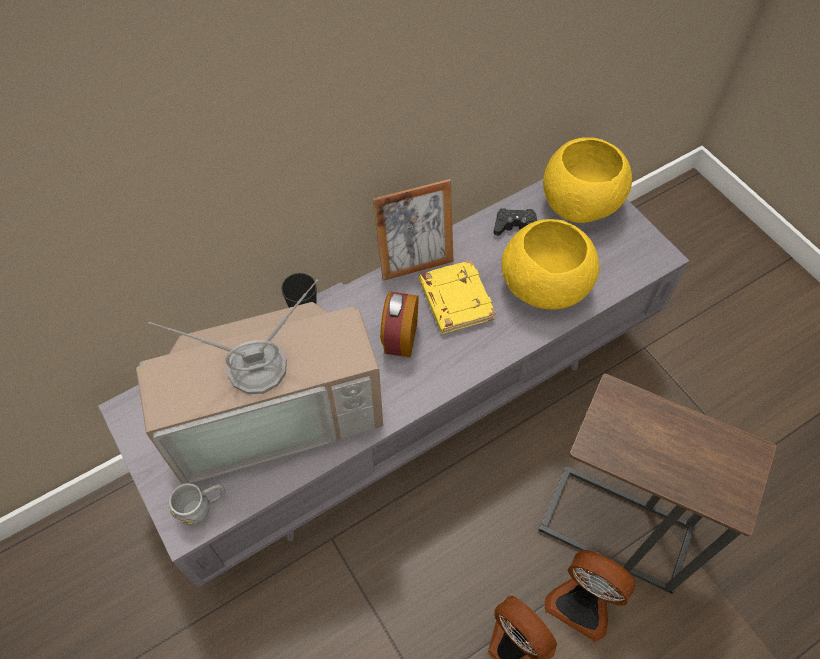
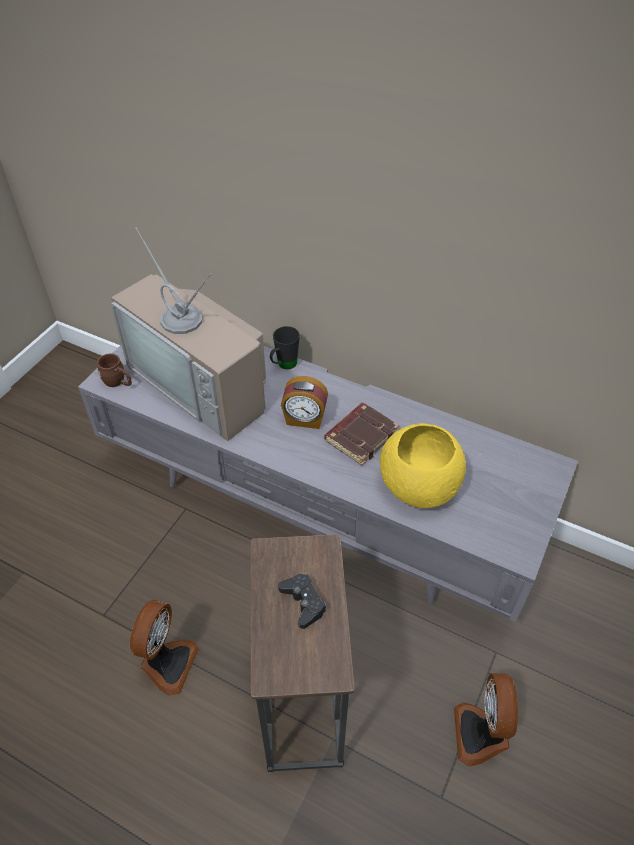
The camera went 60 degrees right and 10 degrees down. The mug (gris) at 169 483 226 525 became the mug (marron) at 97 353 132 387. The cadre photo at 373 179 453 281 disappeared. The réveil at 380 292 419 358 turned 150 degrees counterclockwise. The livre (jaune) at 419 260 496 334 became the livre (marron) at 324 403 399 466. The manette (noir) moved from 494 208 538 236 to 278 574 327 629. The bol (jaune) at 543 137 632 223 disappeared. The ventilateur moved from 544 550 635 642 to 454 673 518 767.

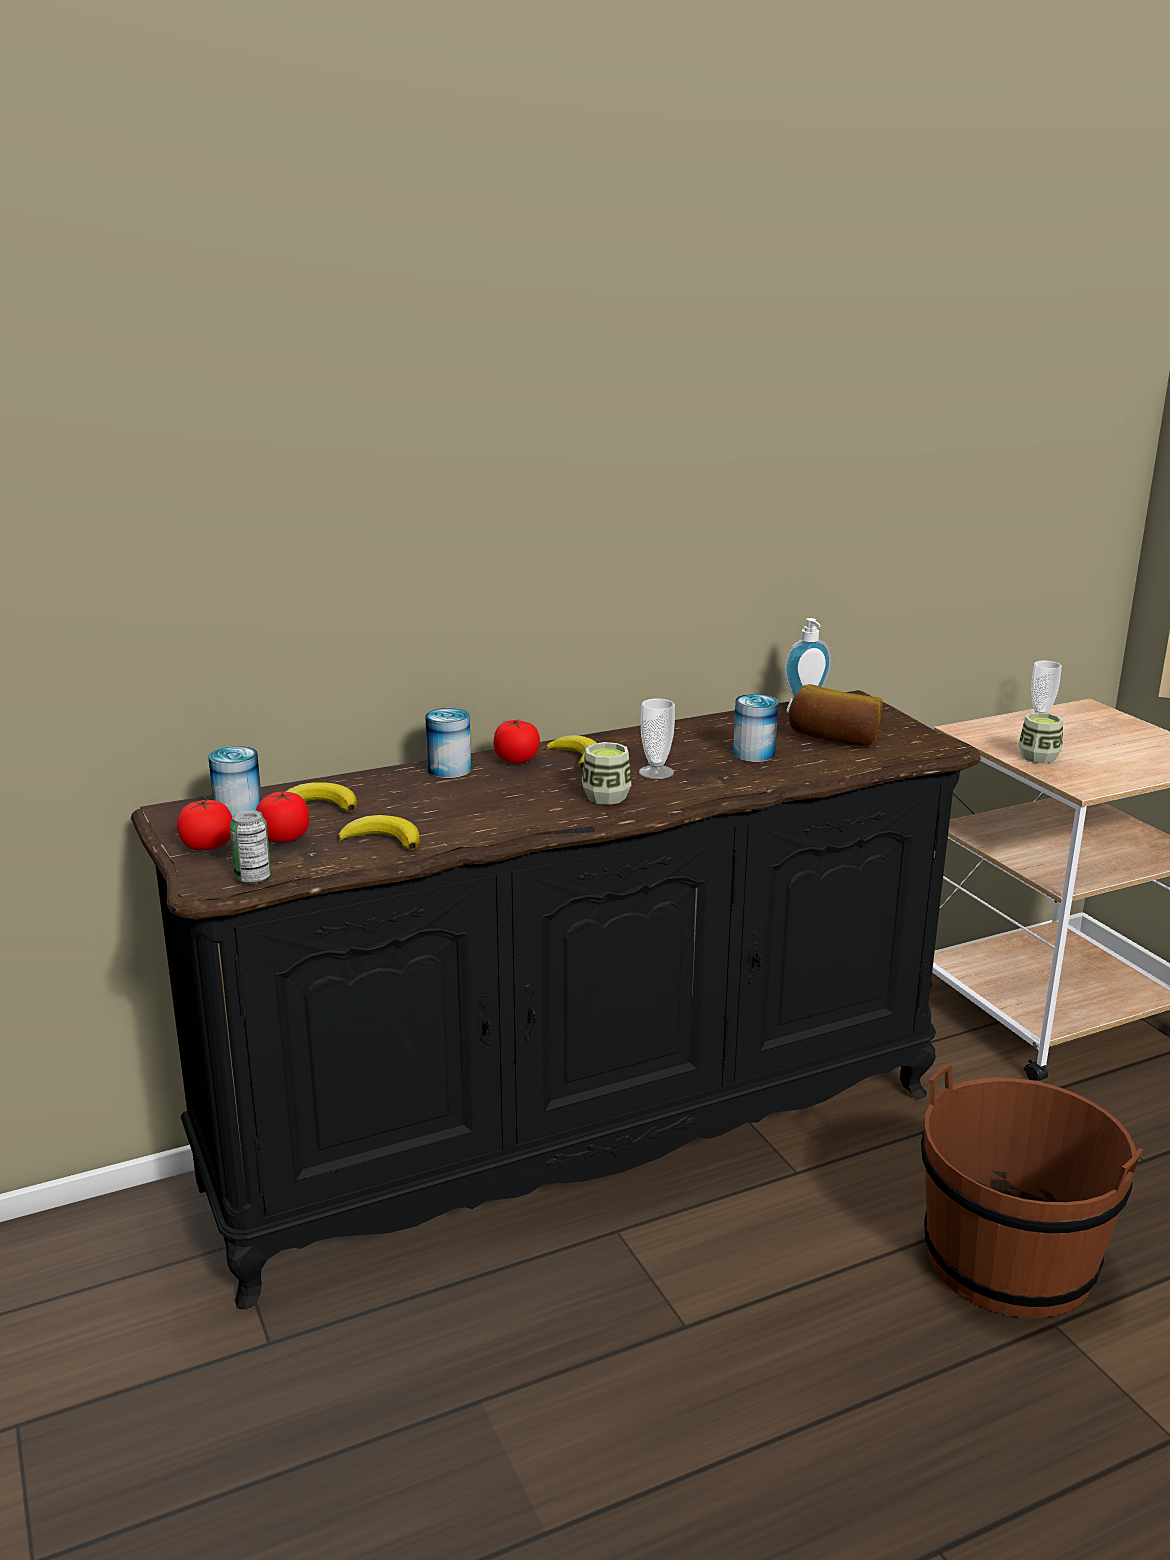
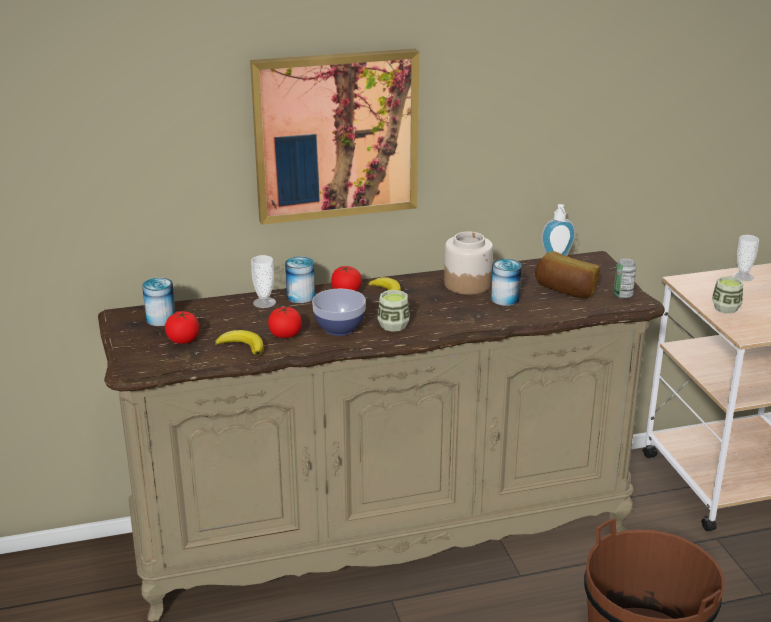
The camera went 10 degrees right and 5 degrees up. The meuble de rangement (noir) at 131 690 981 1309 became the meuble de rangement (beige) at 98 251 665 622. The tomate moved from 177 798 232 850 to 268 306 302 338. The boîte métallique moved from 229 810 271 884 to 613 259 636 299. The banane at 285 782 357 812 disappeared. The tasse moved from 639 698 675 779 to 251 255 276 308. The tableau at 250 49 419 225 appeared. The bol at 312 289 366 336 appeared. The bocal at 444 231 493 295 appeared.

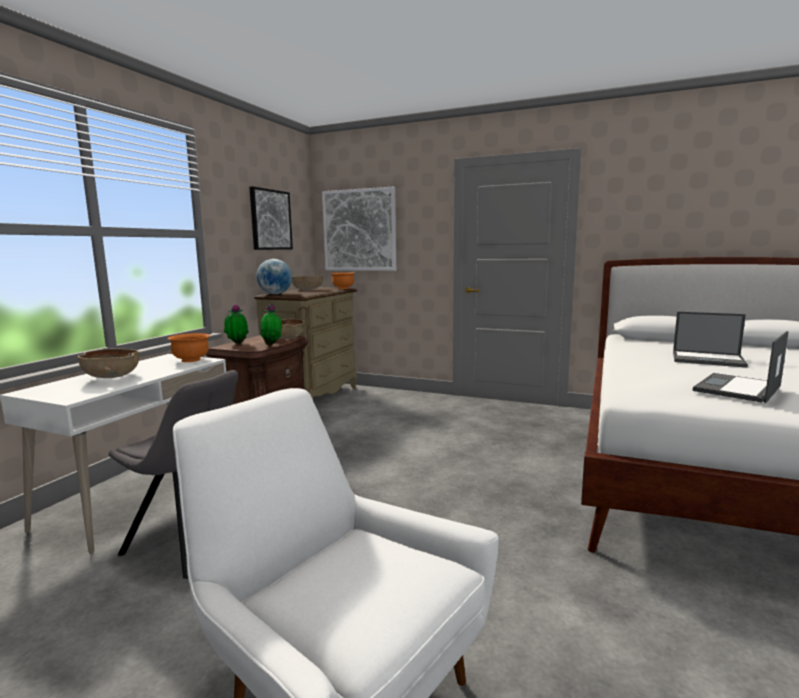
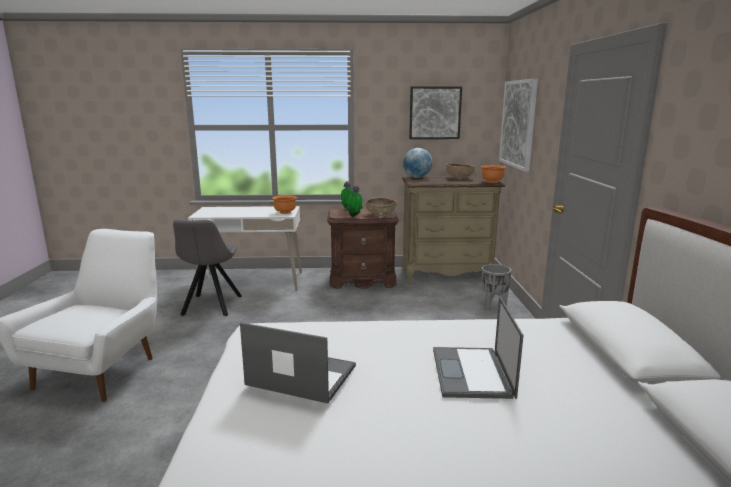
The camera went 65 degrees right and 5 degrees up. The bol (marron) at 77 348 140 378 disappeared. The cache-pot (gris) at 481 264 511 310 appeared.

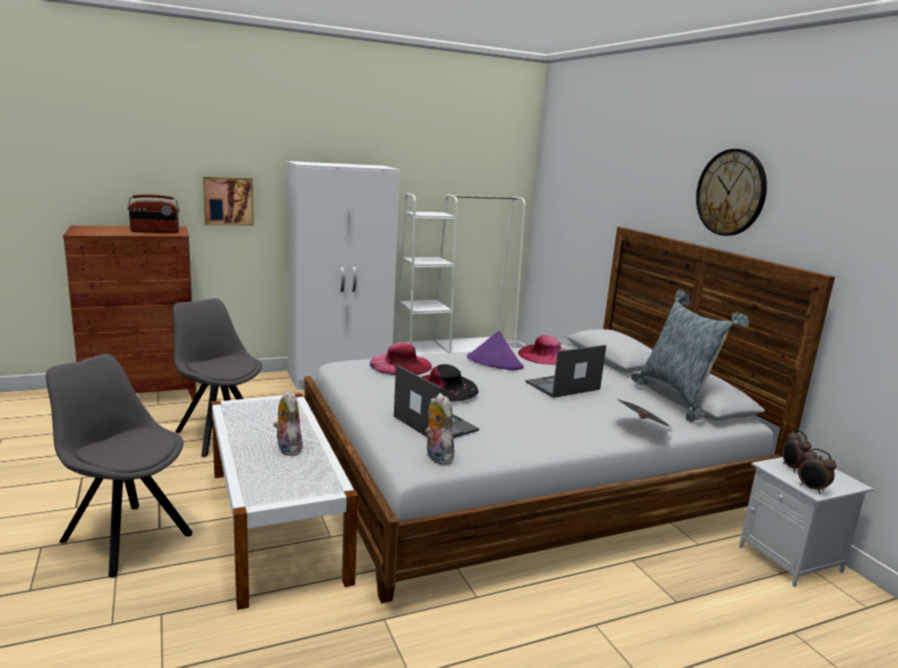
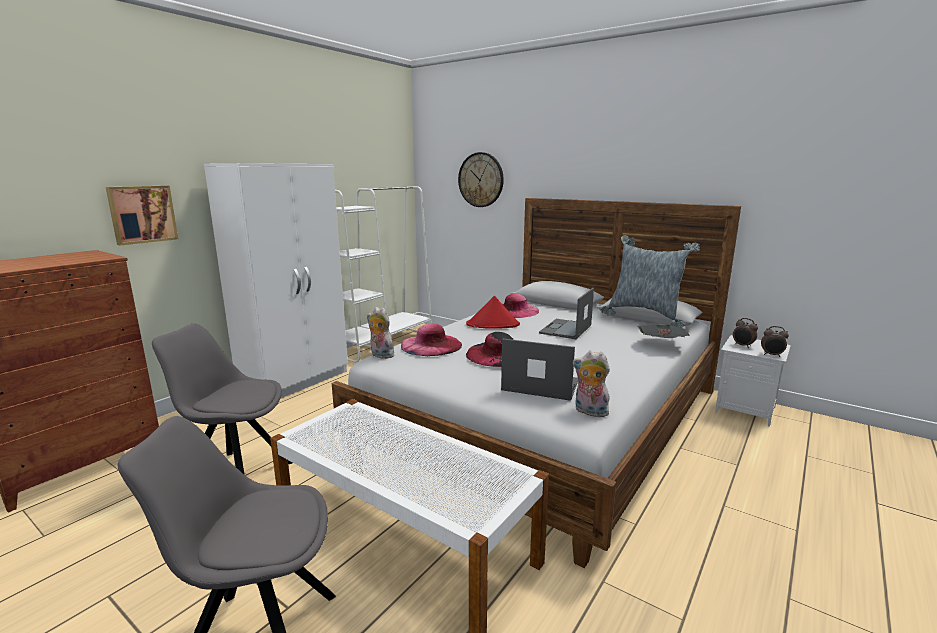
The camera went 30 degrees left and 0 degrees up. The radio at 127 195 180 233 disappeared. The peluche moved from 273 390 302 456 to 367 307 394 359. The chapeau (violet) at 467 331 524 370 became the chapeau (rouge) at 466 296 520 329. The horloge murale moved from 696 149 767 236 to 458 152 504 207.

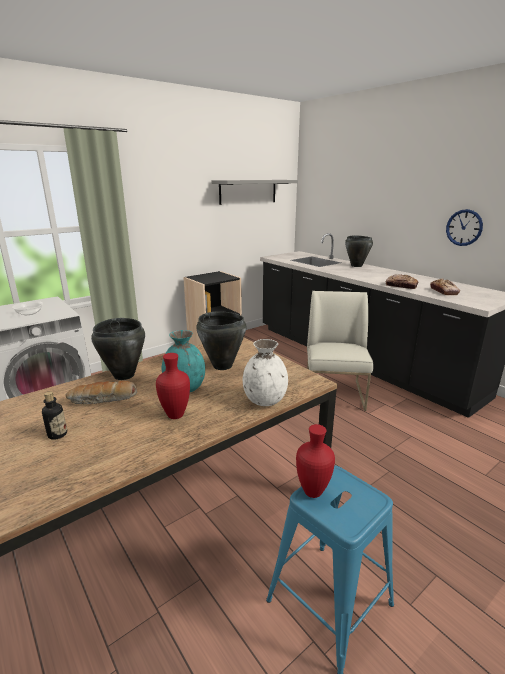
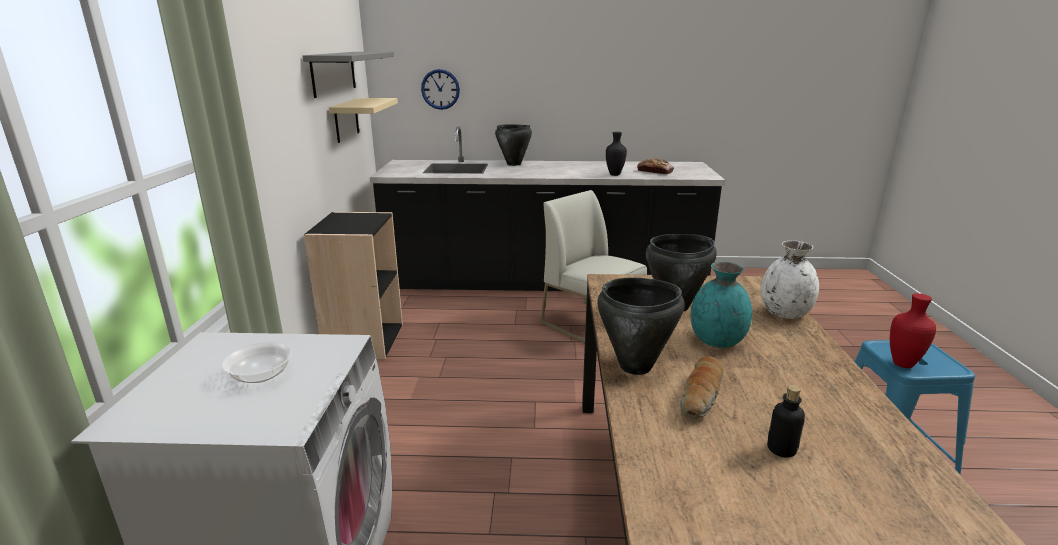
The camera went 50 degrees left and 0 degrees up. The vase (rouge) at 156 353 190 419 disappeared. The pain at 386 274 418 289 was replaced by the vase (noir) at 606 132 627 176. The horloge murale moved from 446 209 483 246 to 421 69 460 110. The étagère (beige) at 329 98 398 143 appeared.

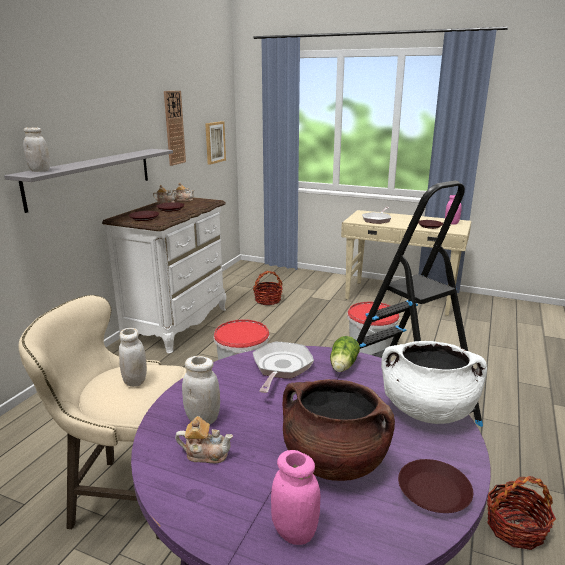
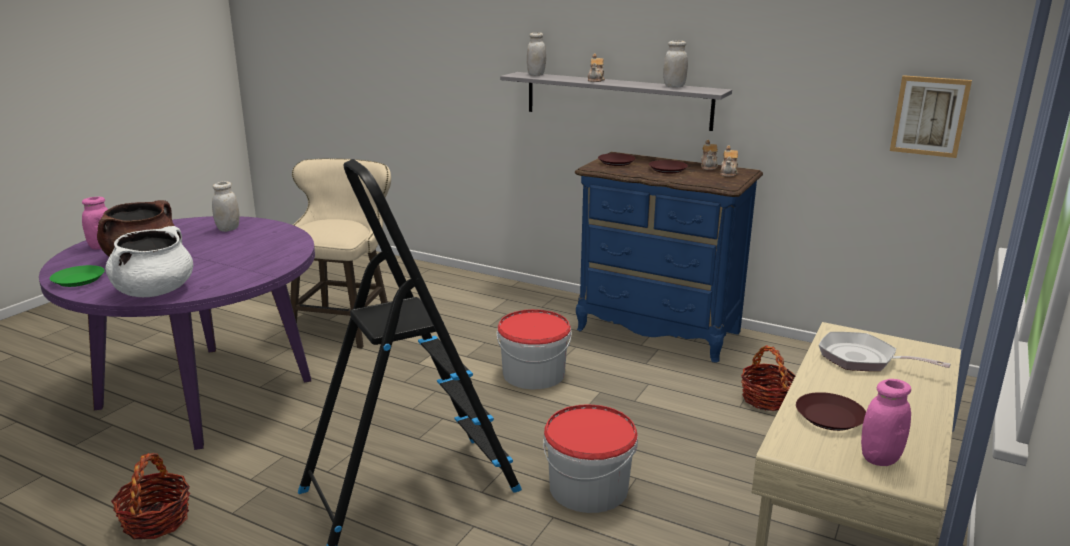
The camera went 95 degrees right and 0 degrees up. The commode (blanc) at 102 197 226 353 became the commode (bleu) at 575 152 763 363. The bocal (blanc) moved from 119 328 147 387 to 663 41 688 87. The horloge murale at 164 91 186 166 disappeared. The théière moved from 175 416 233 463 to 588 54 605 82. The poêle at 253 342 314 393 disappeared. The laitue at 330 336 360 372 disappeared. The assiette (marron) at 398 459 473 513 became the assiette (vert) at 50 265 105 287.

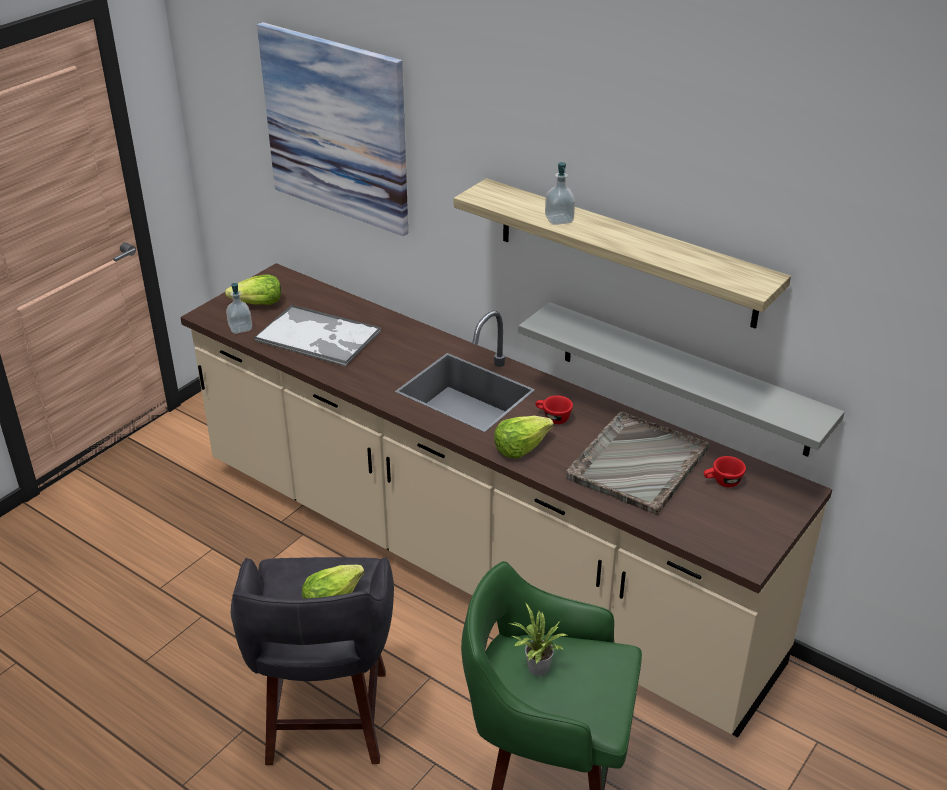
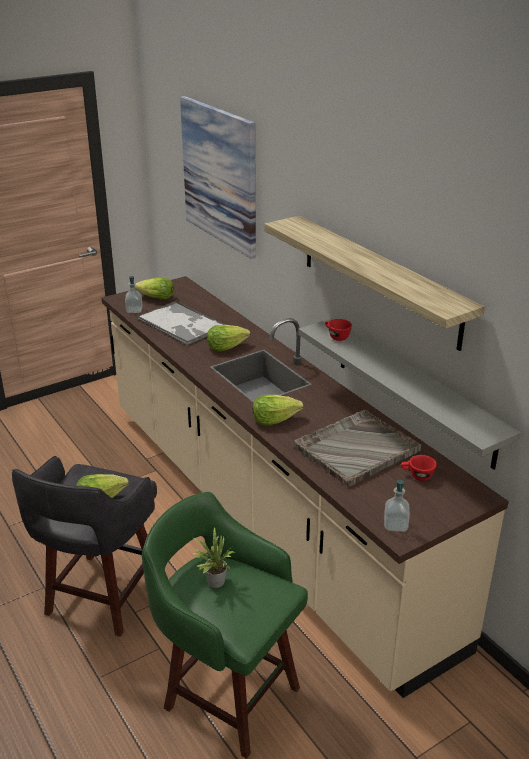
The camera went 20 degrees right and 5 degrees down. The tasse (rouge) moved from 535 396 573 424 to 325 319 352 341. The distributeur de savon moved from 545 162 575 225 to 384 480 410 532. The laitue at 207 325 250 351 appeared.

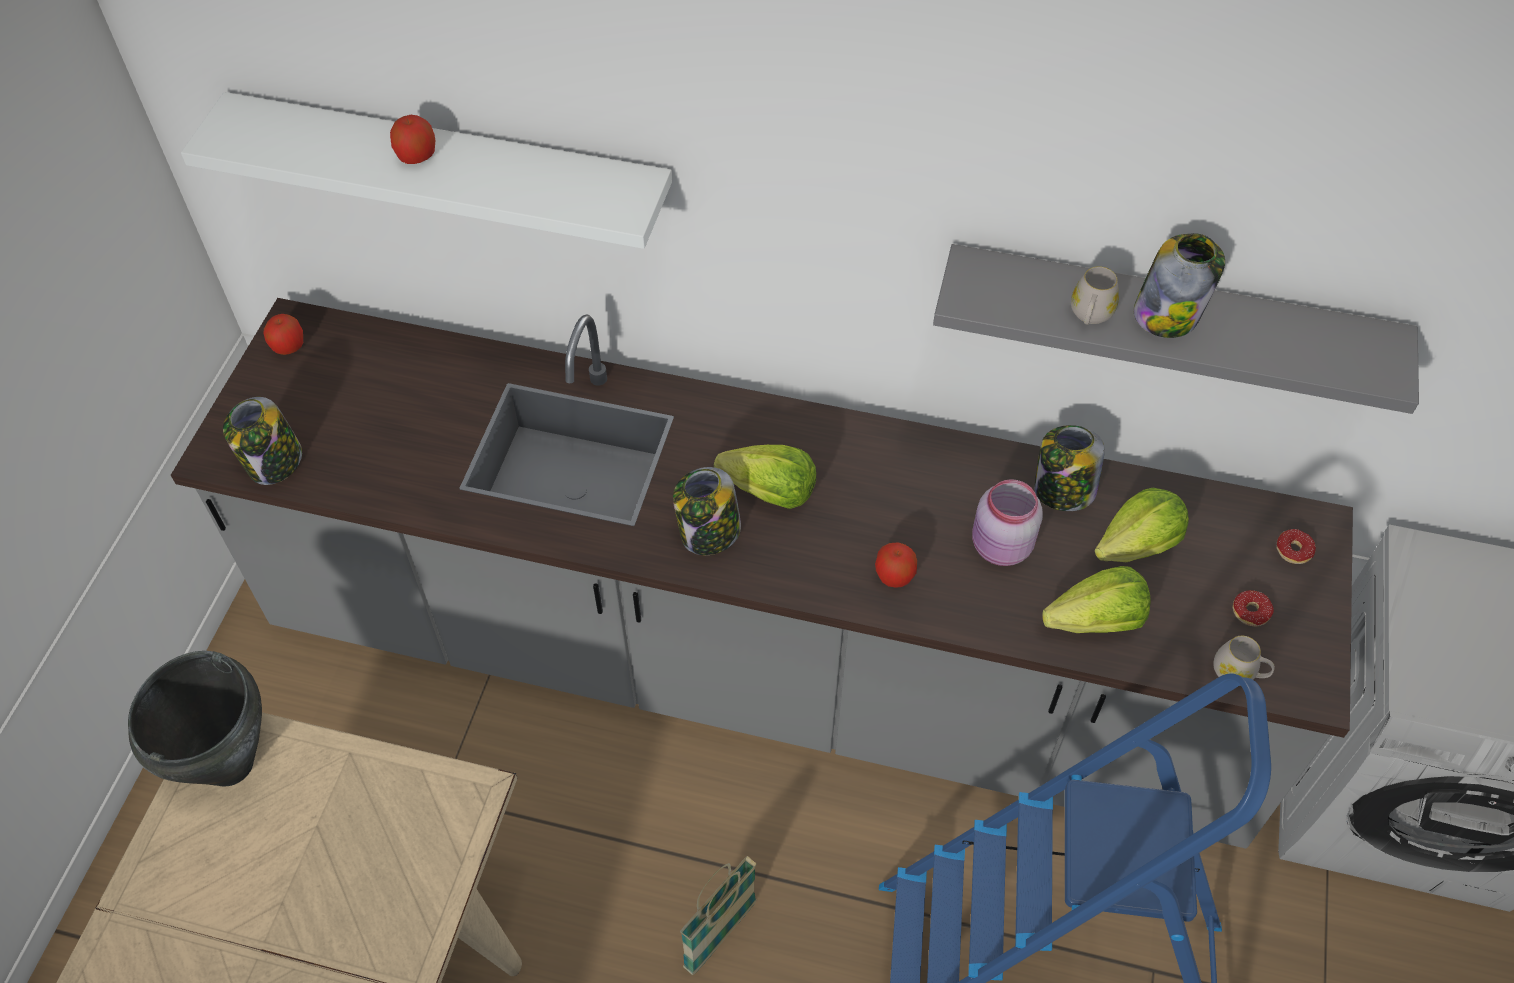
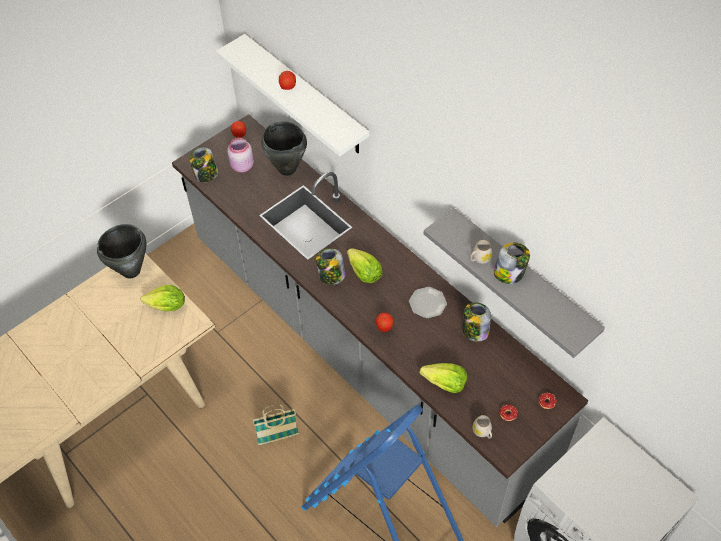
The camera went 35 degrees right and 0 degrees up. The bocal (rose) moved from 972 479 1043 566 to 227 138 254 173. The laitue moved from 1095 488 1189 562 to 141 285 185 311. The marmite (noir) at 261 121 307 176 appeared. The assiette at 409 287 447 319 appeared.

